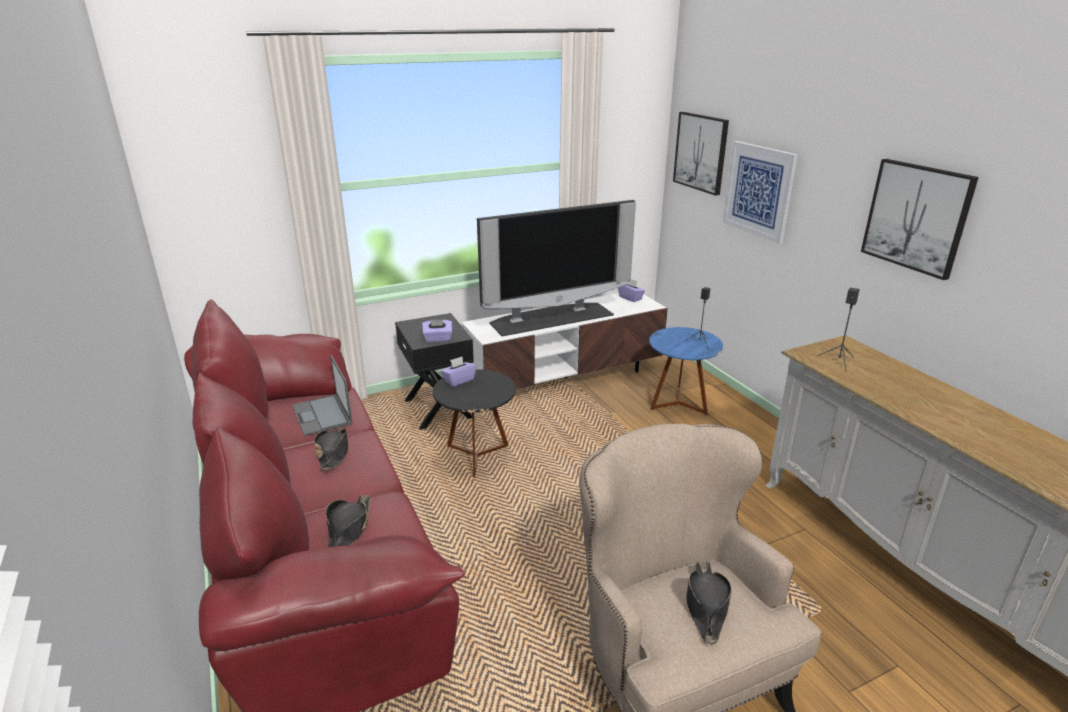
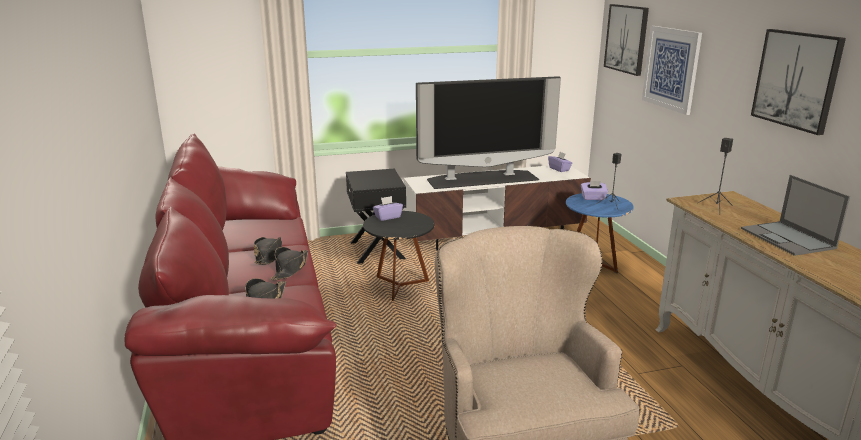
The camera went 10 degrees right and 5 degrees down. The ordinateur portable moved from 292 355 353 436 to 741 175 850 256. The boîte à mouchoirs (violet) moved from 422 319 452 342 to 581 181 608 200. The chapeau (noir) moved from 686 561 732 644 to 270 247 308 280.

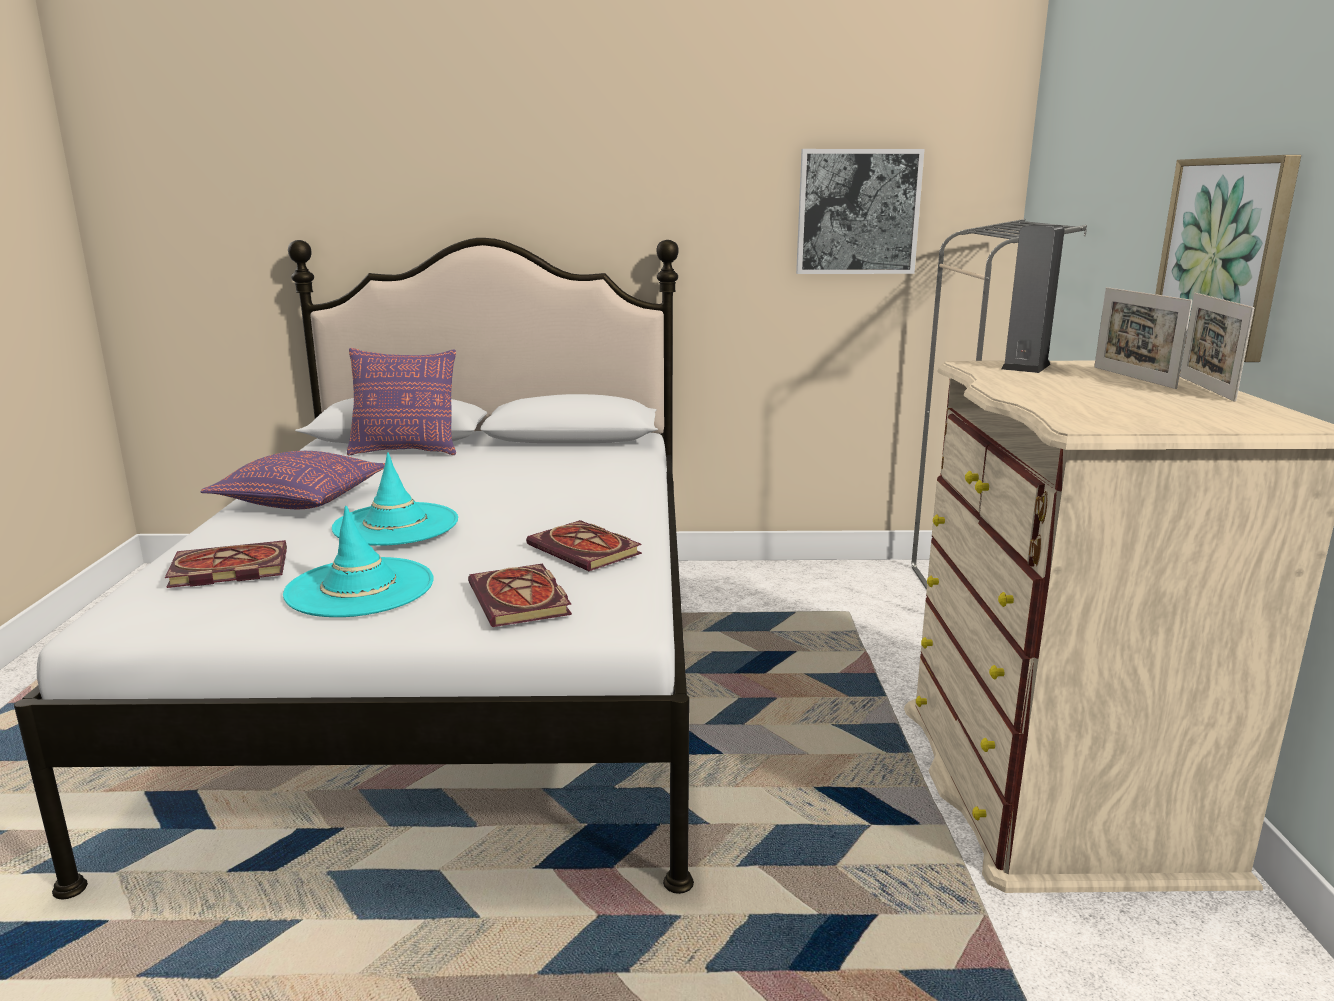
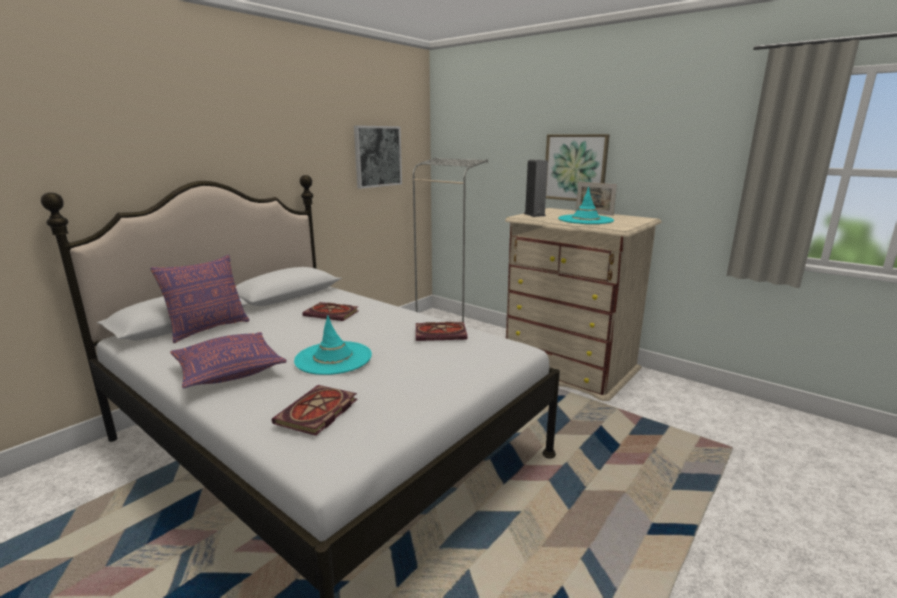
The camera went 50 degrees left and 0 degrees up. The chapeau (turquoise) moved from 283 506 434 617 to 558 187 614 224. The livre moved from 468 564 572 627 to 302 302 359 321. The cadre photo at 1094 287 1192 389 disappeared.

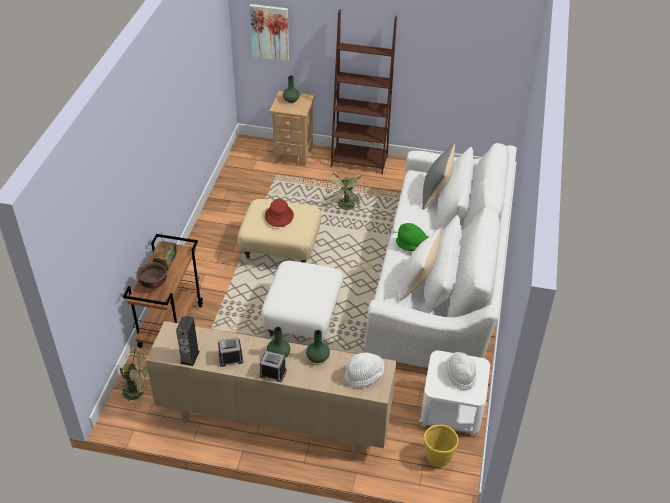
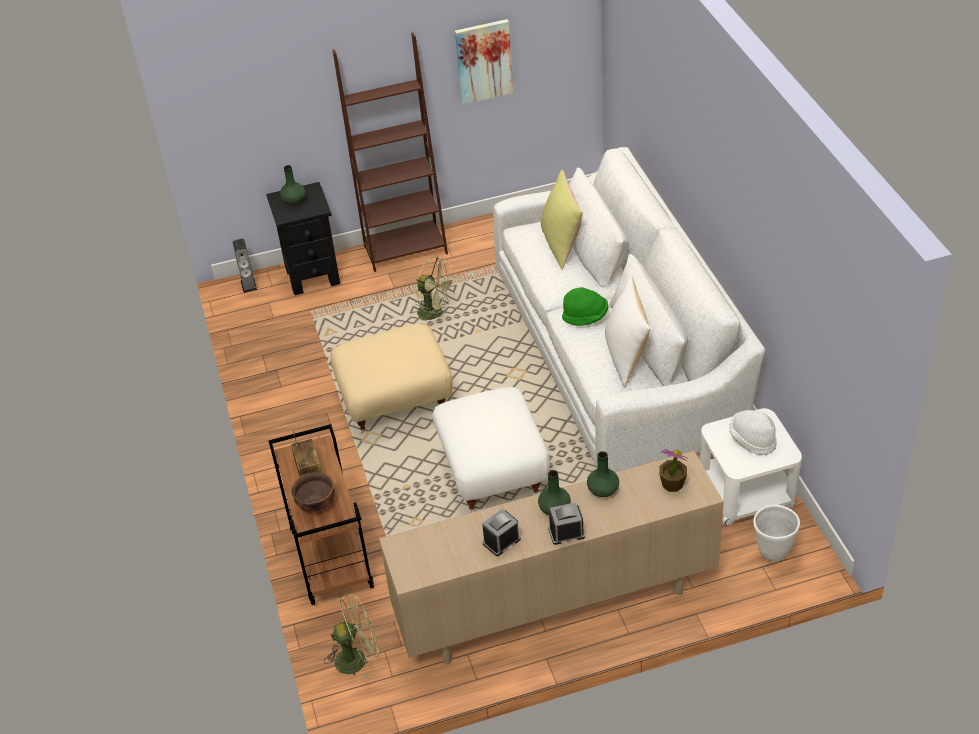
The camera went 25 degrees left and 0 degrees up. The enceinte moved from 176 316 200 366 to 232 239 257 293. The tableau moved from 250 4 289 61 to 455 19 513 105. The chapeau (rouge) at 265 199 294 227 disappeared. The table de chevet (beige) at 269 91 315 166 became the table de chevet (noir) at 266 182 340 295. The ventilateur (vert) at 326 169 365 210 turned 45 degrees counterclockwise. The chapeau (blanc) at 344 353 384 387 was replaced by the plante en pot at 659 449 689 492. The coussin (gris) at 422 143 455 210 became the coussin (jaune) at 541 170 583 270. The cache-pot (jaune) at 424 425 459 467 became the cache-pot (blanc) at 753 505 800 562.

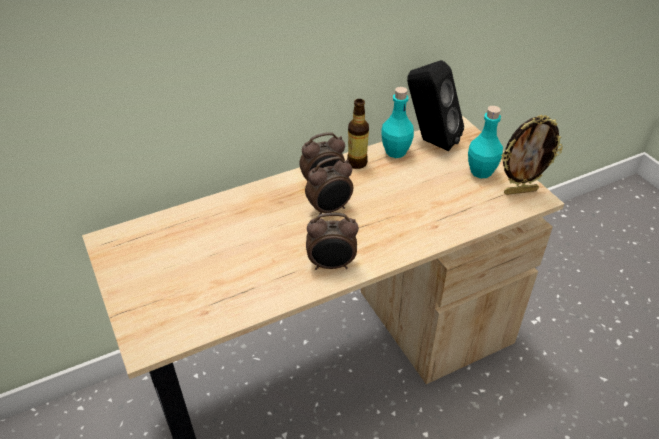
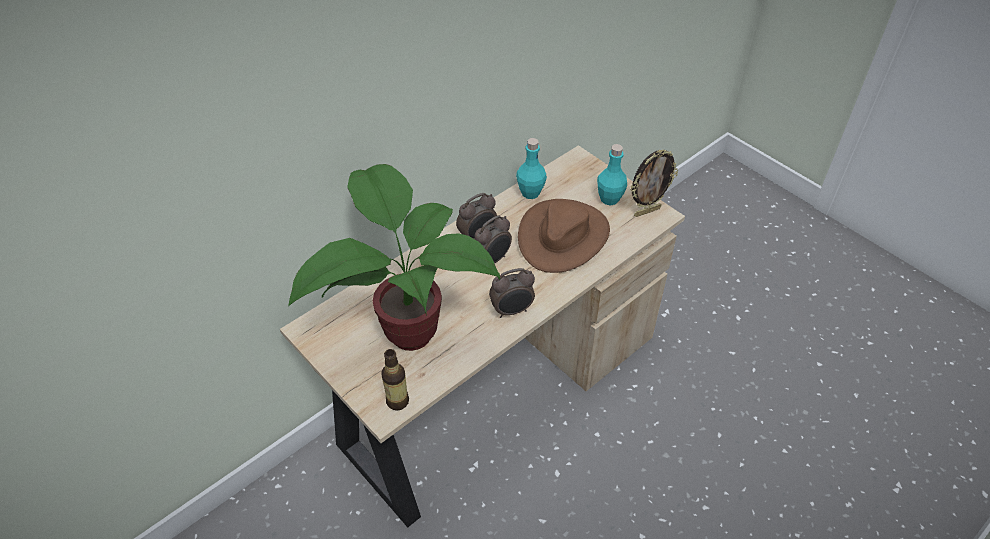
The camera went 15 degrees left and 5 degrees up. The bouteille moved from 347 99 369 169 to 382 349 409 410. The enceinte (noir) at 407 60 464 151 disappeared. The plante en pot at 288 164 500 351 appeared. The chapeau (marron) at 518 199 610 273 appeared.

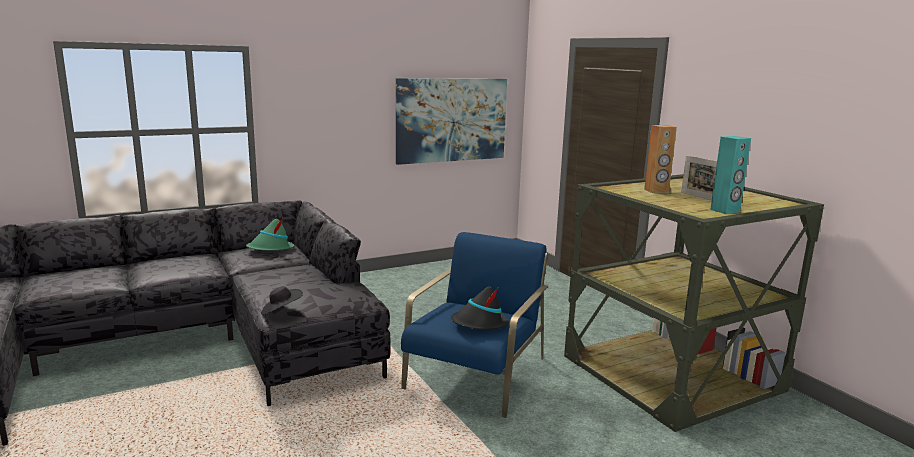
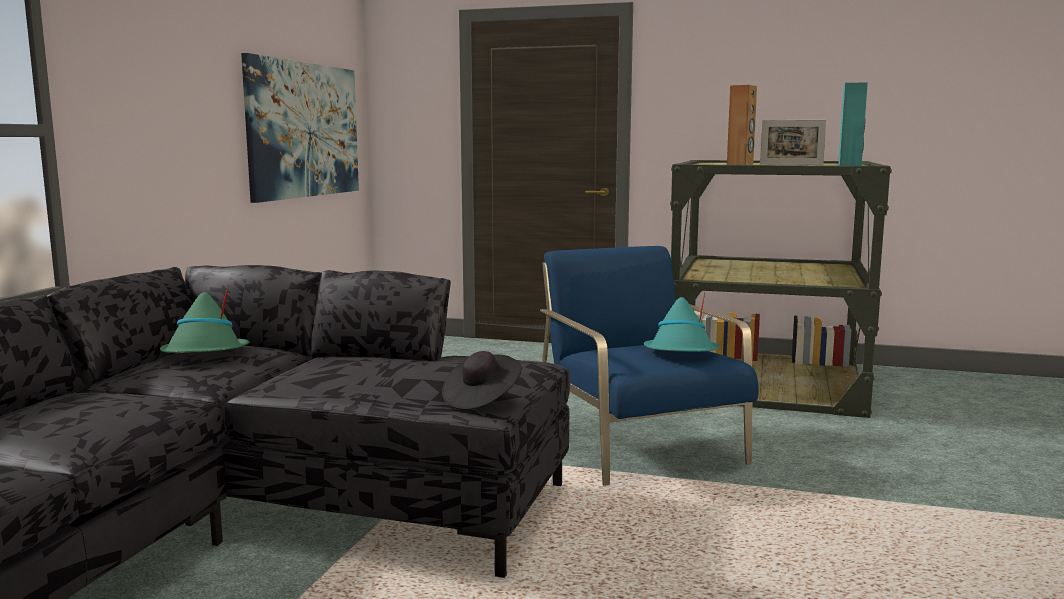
The camera went 45 degrees left and 5 degrees down. The chapeau (noir) at 451 286 509 329 became the chapeau (turquoise) at 644 291 719 352.

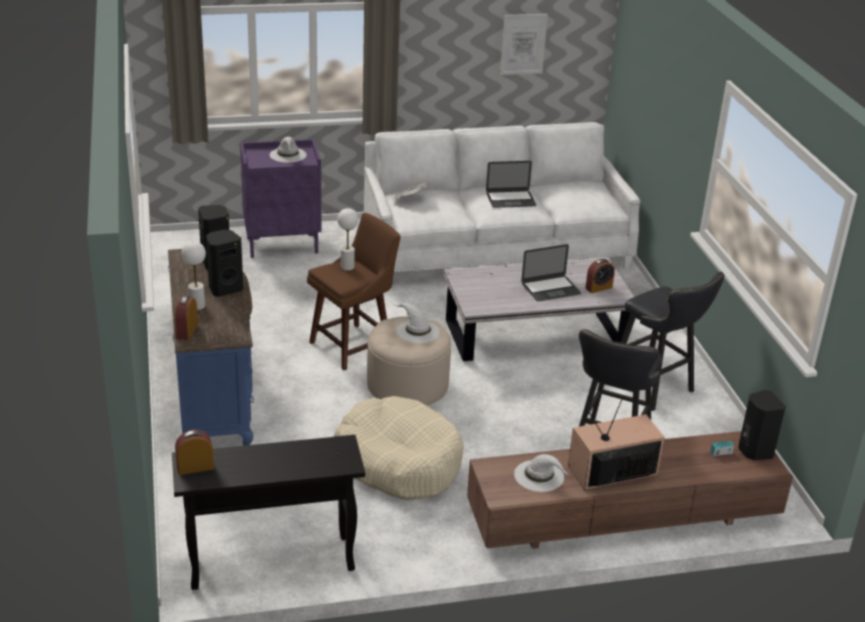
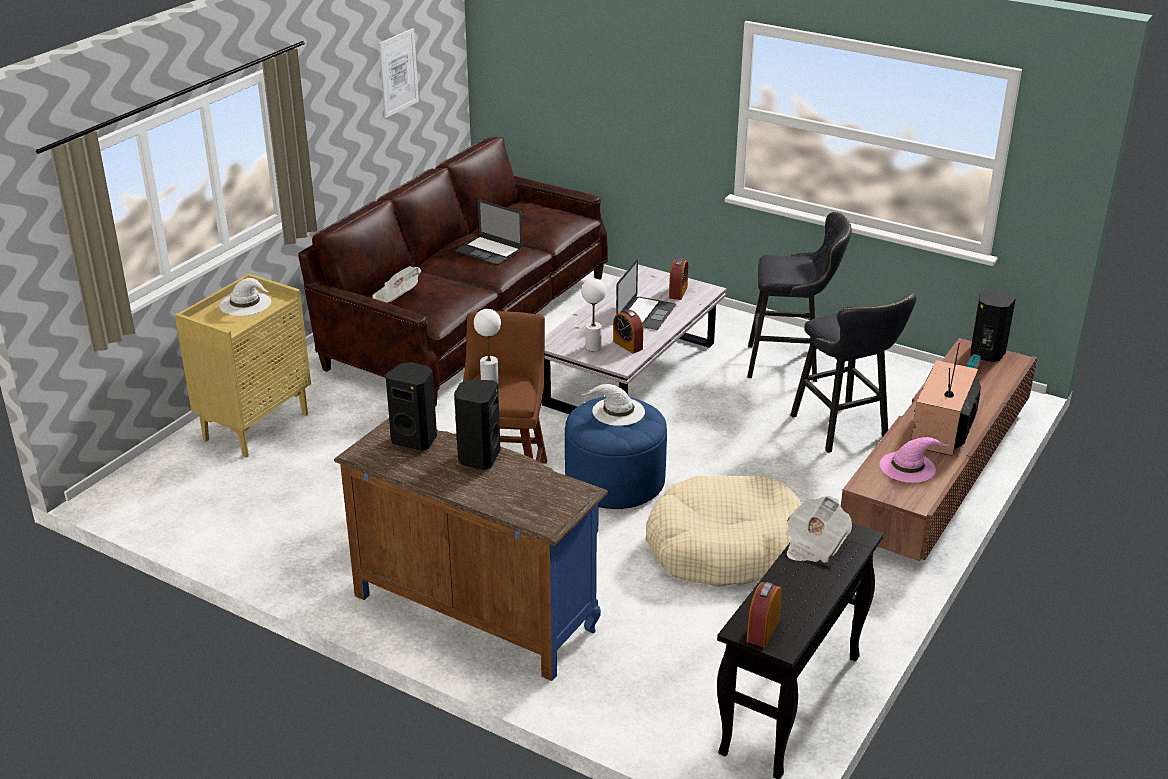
The camera went 45 degrees left and 0 degrees up. The réveil moved from 175 296 198 340 to 613 309 643 354. The lampe de table (blanc) moved from 182 241 206 310 to 581 278 606 351. The meuble de rangement (violet) at 240 139 321 258 became the meuble de rangement (beige) at 175 273 311 457. The canapé (blanc) at 364 122 640 272 became the canapé (marron) at 298 137 609 407. The pouf (beige) at 367 317 451 406 became the pouf (bleu) at 565 396 667 509. The ordinateur portable at 486 161 536 208 turned 90 degrees clockwise. The chapeau (blanc) at 514 454 569 492 became the chapeau (rose) at 880 437 950 483. The journal at 785 496 852 563 appeared.

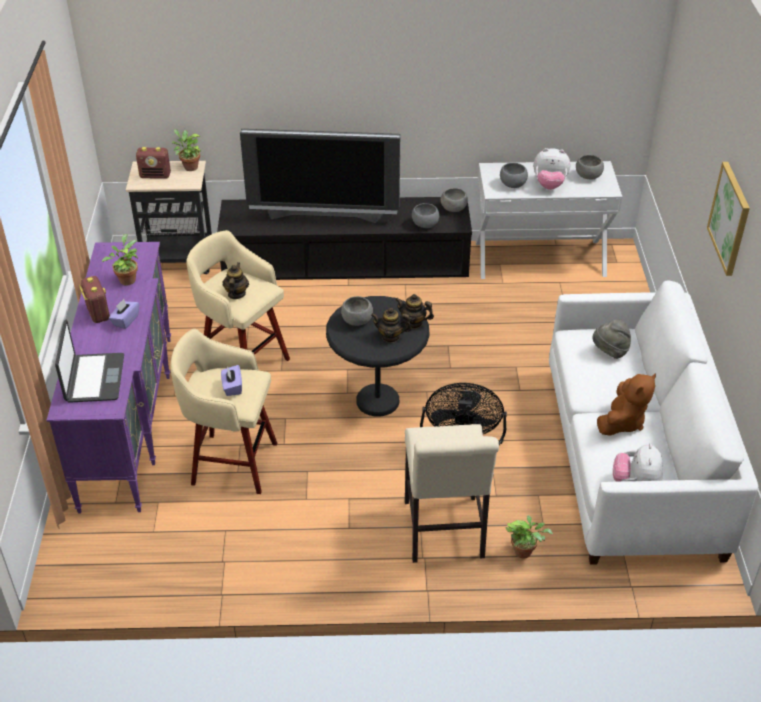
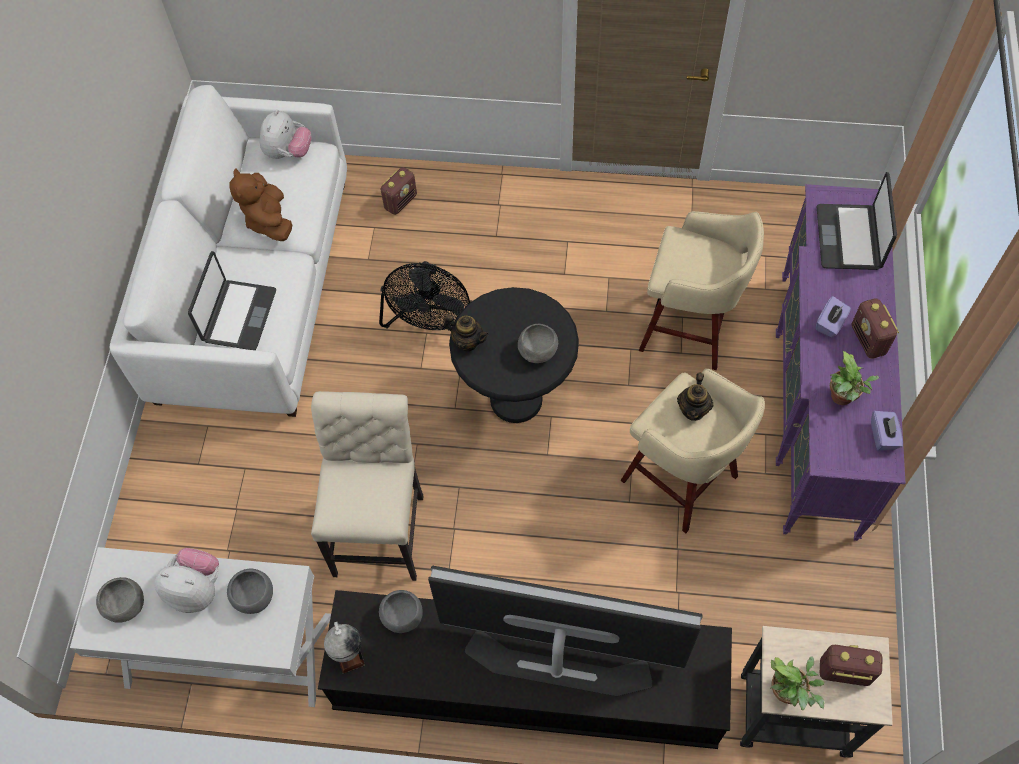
The camera went 170 degrees left and 20 degrees up. The boîte à mouchoirs (violet) moved from 221 365 242 396 to 871 411 903 451. The théière at 371 308 412 343 disappeared. The tabouret (beige) moved from 405 424 499 563 to 311 391 423 581. The bol (gris) at 441 188 468 212 was replaced by the globe at 324 622 365 674. The plante en pot at 505 515 553 559 was replaced by the radio at 381 167 417 215. The chapeau (gris) at 593 319 631 359 was replaced by the ordinateur portable at 188 251 276 350. The peluche (marron) at 597 374 656 436 turned 60 degrees counterclockwise. The tableau at 707 162 750 276 disappeared.

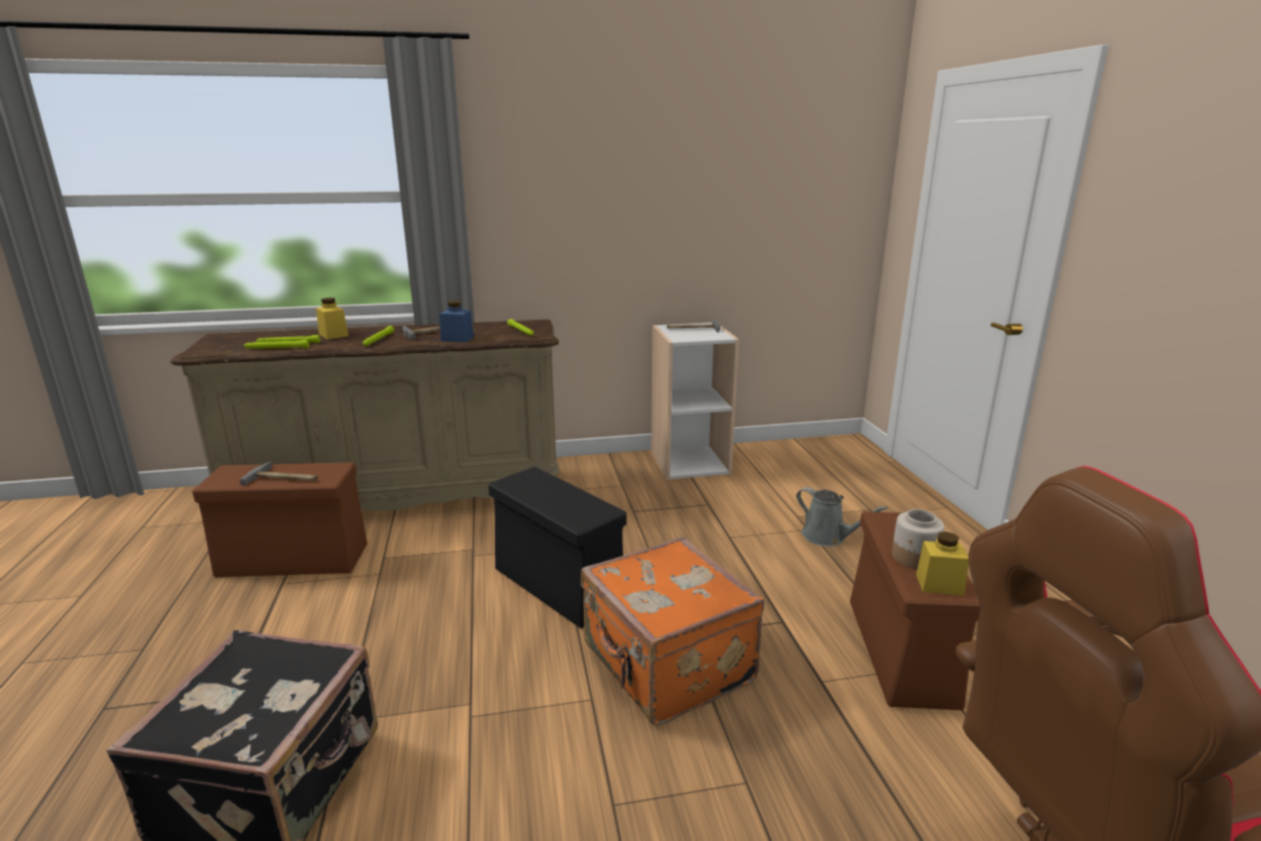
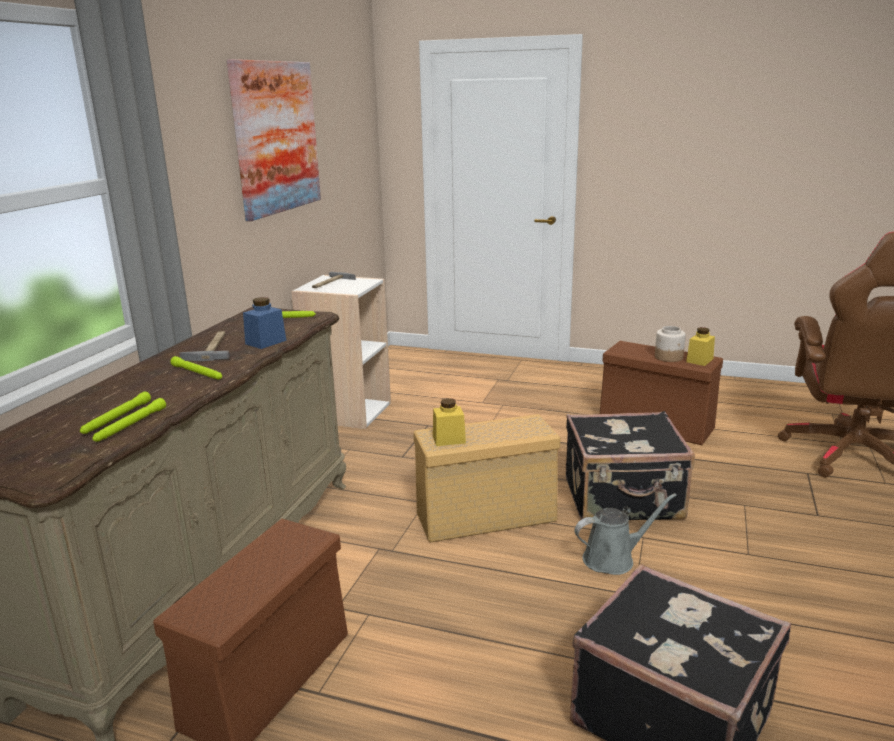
The camera went 60 degrees left and 0 degrees up. The marteau at 240 461 318 485 disappeared. The bocal (jaune) moved from 316 298 348 340 to 433 398 466 446. The boîte de rangement (noir) at 488 467 627 629 became the boîte de rangement (beige) at 413 414 560 542. The valise (orange) at 581 537 764 726 became the valise (noir) at 566 411 695 520. The arrosoir (gris) moved from 796 487 888 547 to 574 493 677 575. The tableau at 227 59 321 221 appeared.

